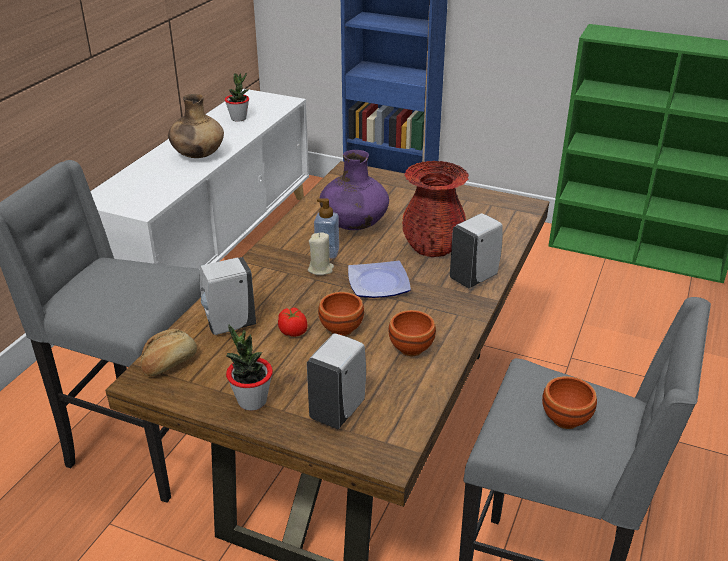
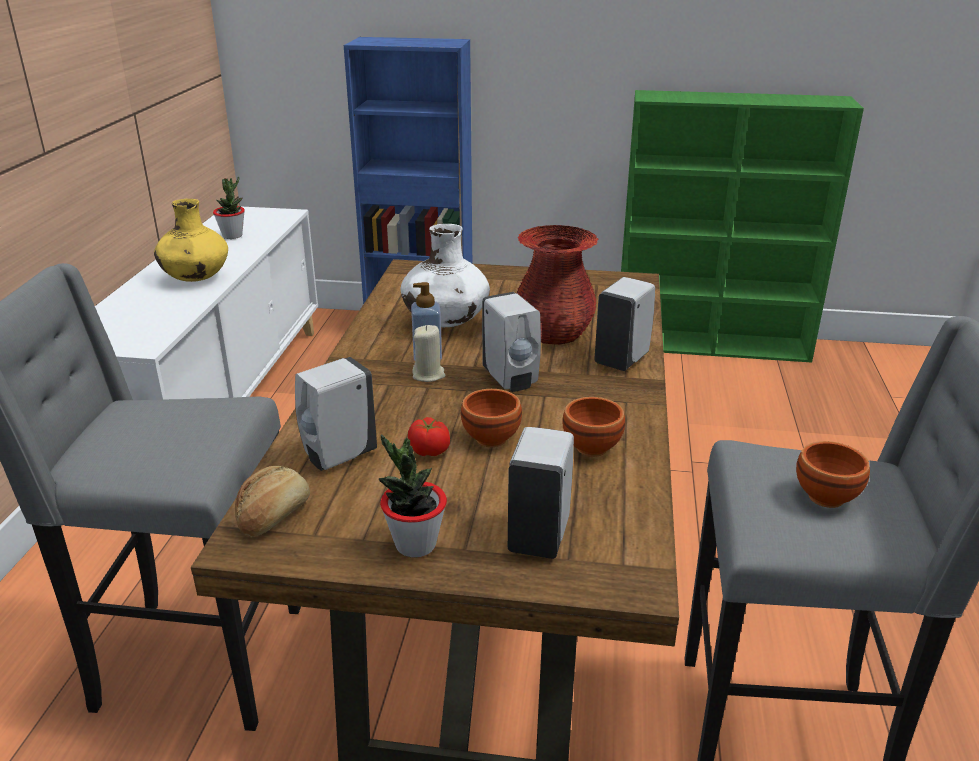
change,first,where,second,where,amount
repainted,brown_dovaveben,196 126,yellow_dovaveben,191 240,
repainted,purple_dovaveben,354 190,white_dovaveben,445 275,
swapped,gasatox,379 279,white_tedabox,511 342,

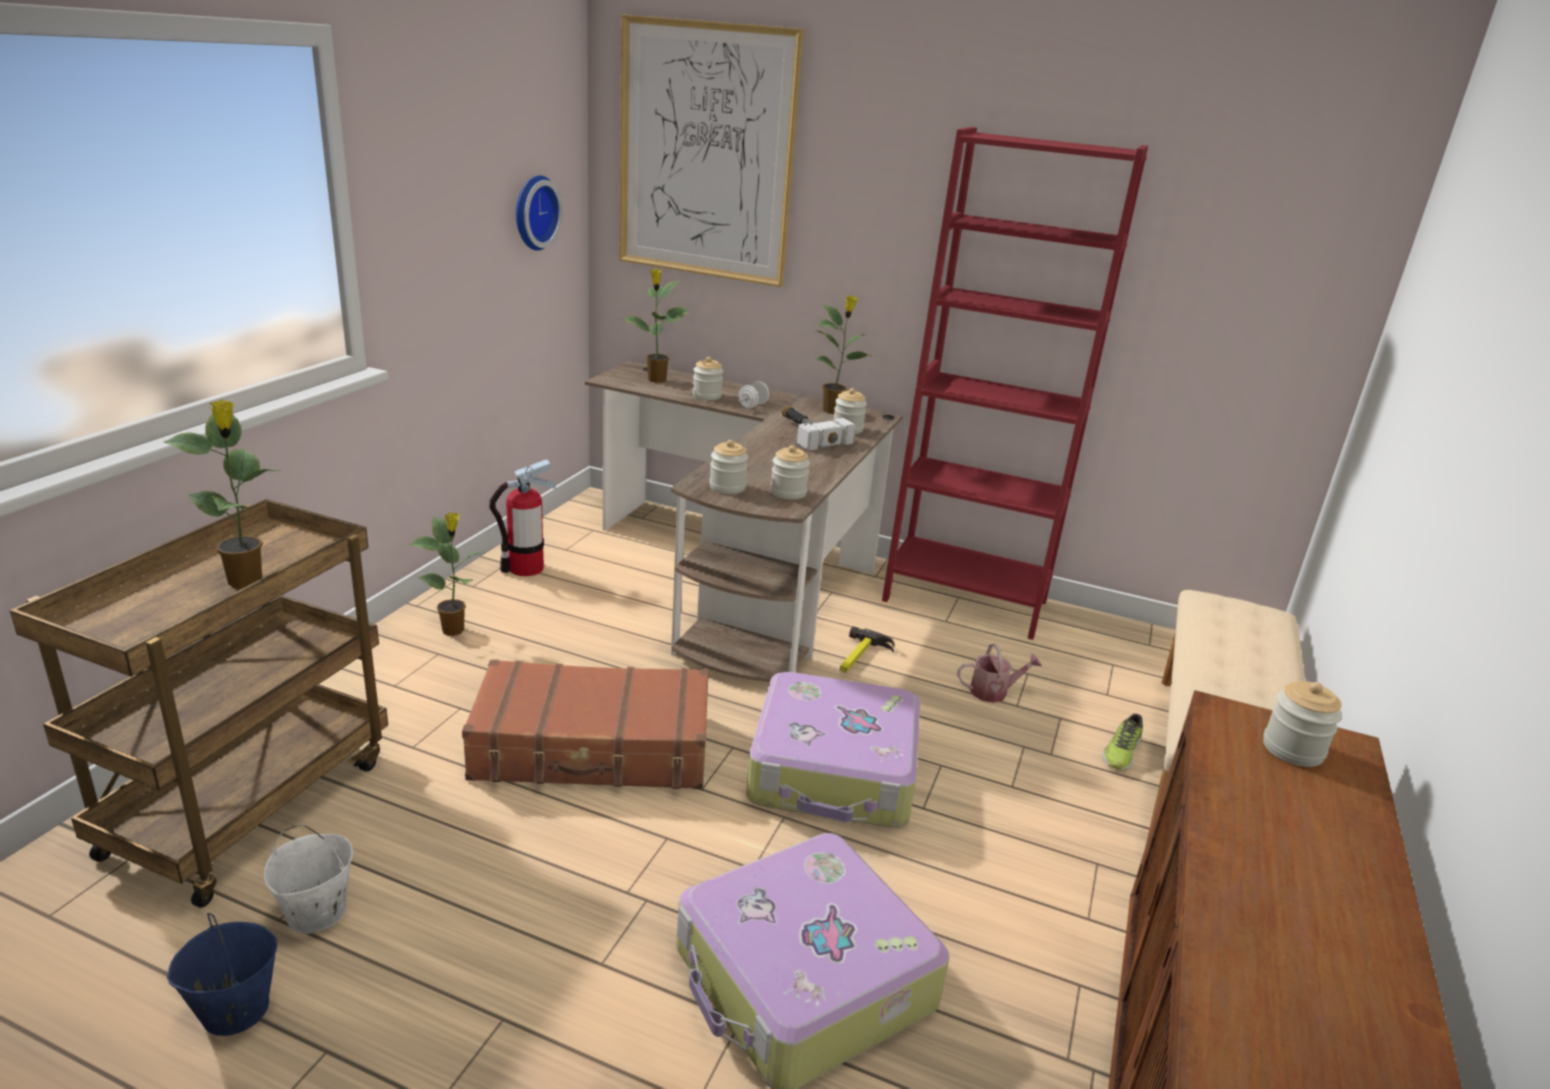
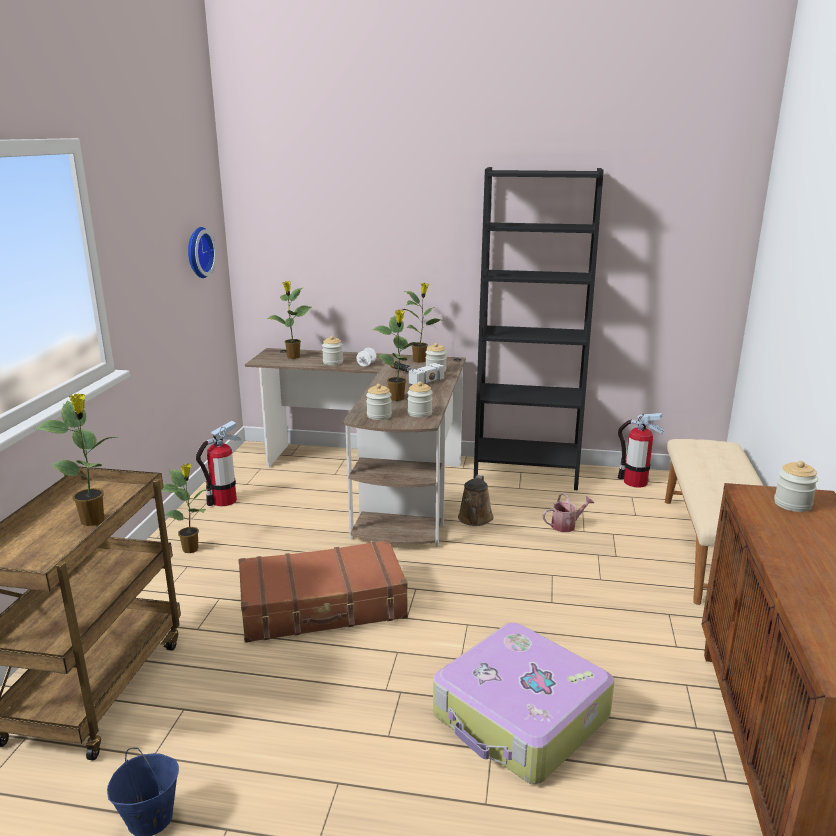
change,first,where,second,where,amount
gone,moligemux,711 150,,,
repainted,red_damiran,1015 383,black_damiran,539 328,
swapped,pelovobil,867 649,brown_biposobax,476 500,
gone,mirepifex,833 750,,,
gone,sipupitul,1122 742,,,
gone,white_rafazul,308 878,,,
new,,,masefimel,394 355,
new,,,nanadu,641 450,

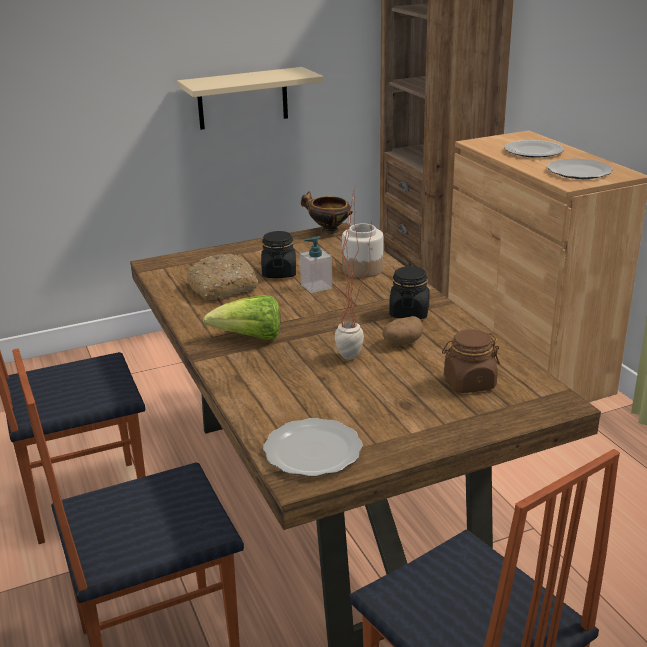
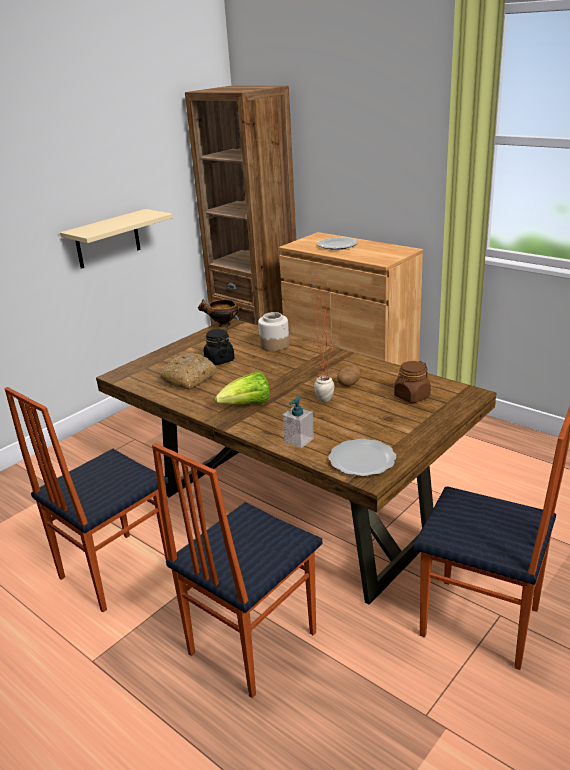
change,first,where,second,where,amount
gone,gasatox,580 168,,,
shifted,tedabox,316 264,,298 422,
gone,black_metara,409 292,,,

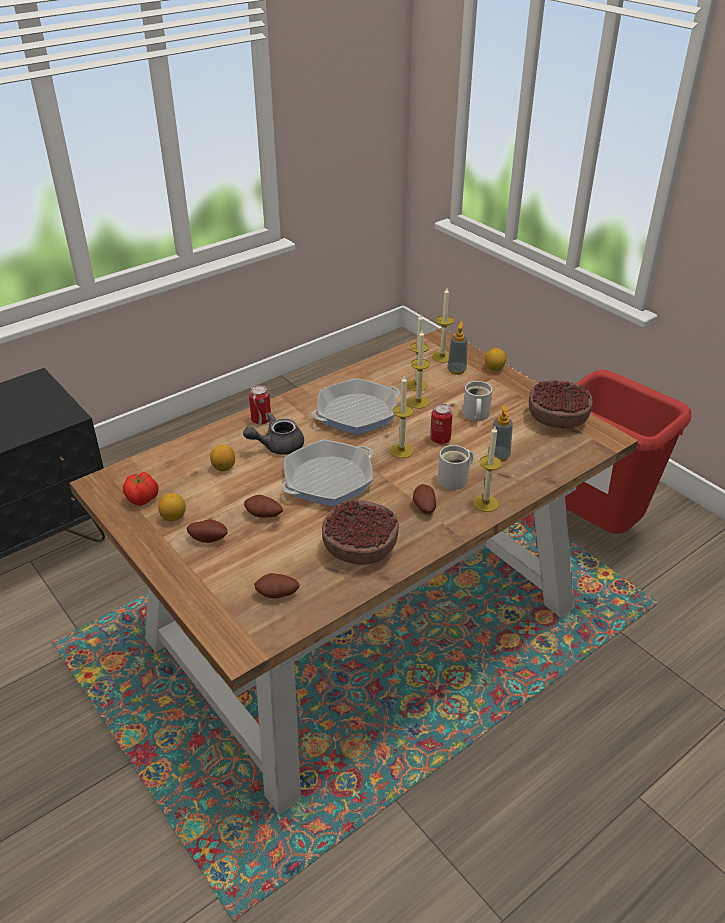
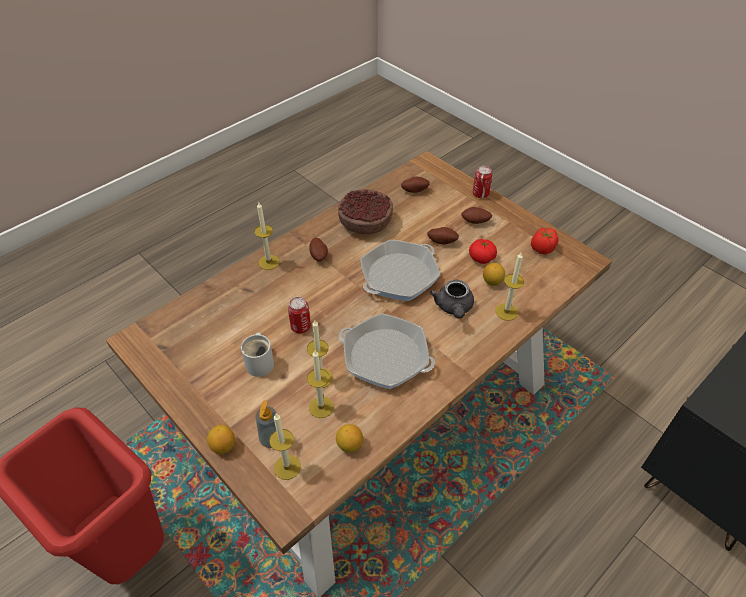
change,first,where,second,where,amount
shifted,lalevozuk,402 416,,510 287,
rotated,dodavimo,356 406,,387 351,120 degrees counterclockwise
gone,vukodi,561 404,,,
shifted,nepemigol,260 404,,482 182,
gone,tedabox,500 433,,,
rotated,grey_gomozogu,273 433,,452 299,120 degrees clockwise
gone,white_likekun,455 467,,,
shifted,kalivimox,172 507,,349 438,
new,,,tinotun,483 251,

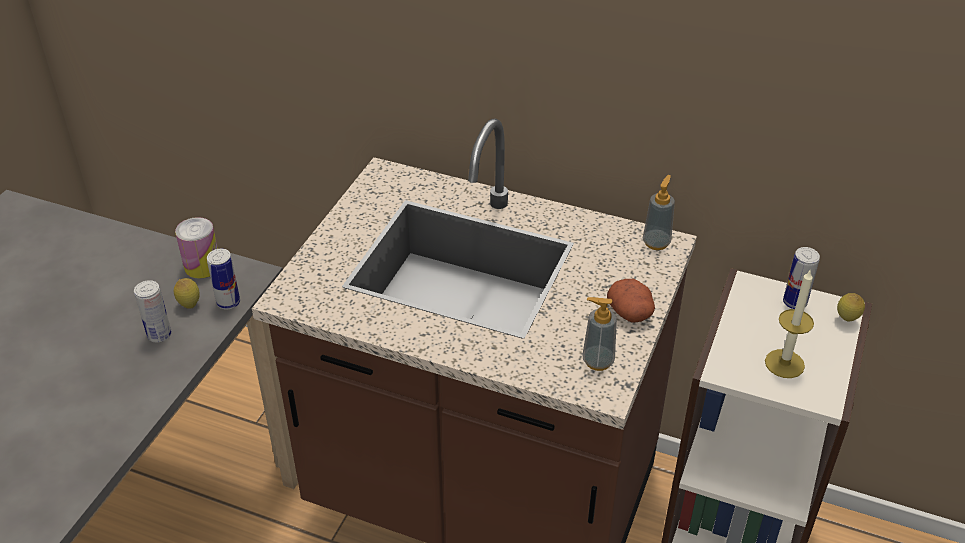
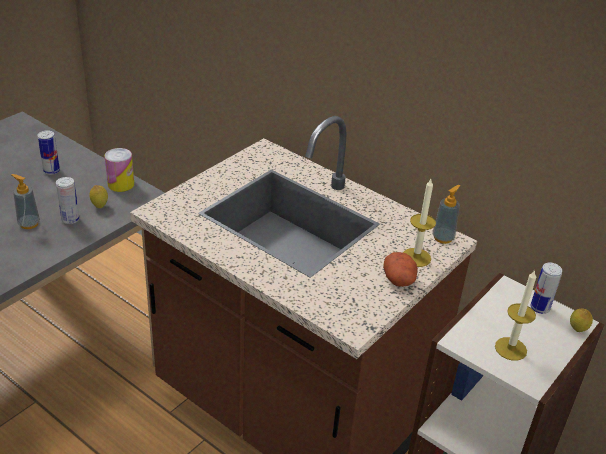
change,first,where,second,where,amount
shifted,nepemigol,223 279,,49 152,
shifted,tedabox,599 334,,25 201,
new,,,lalevozuk,419 223,

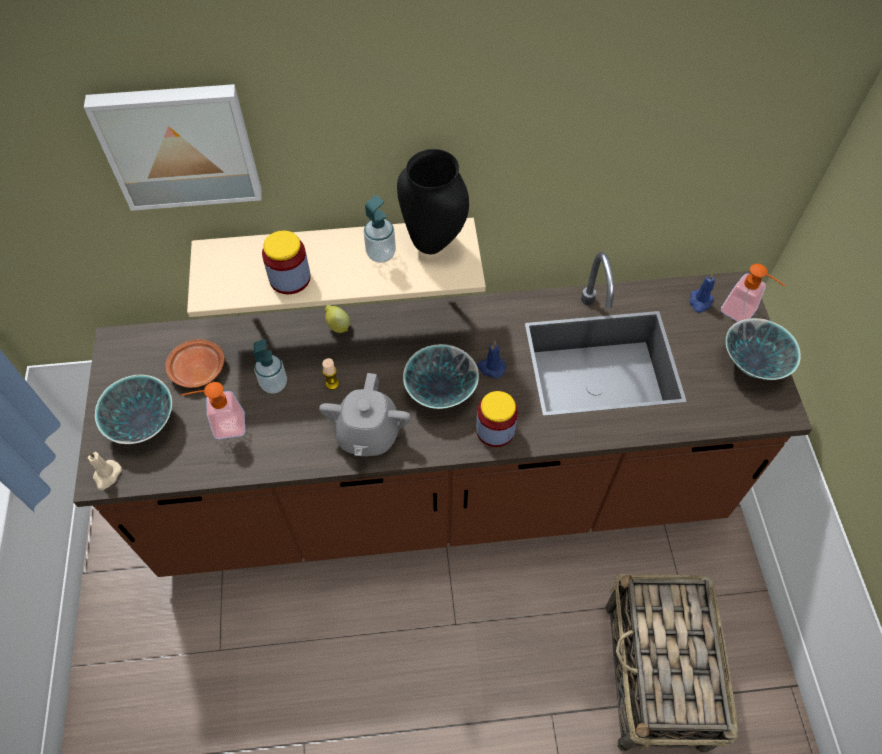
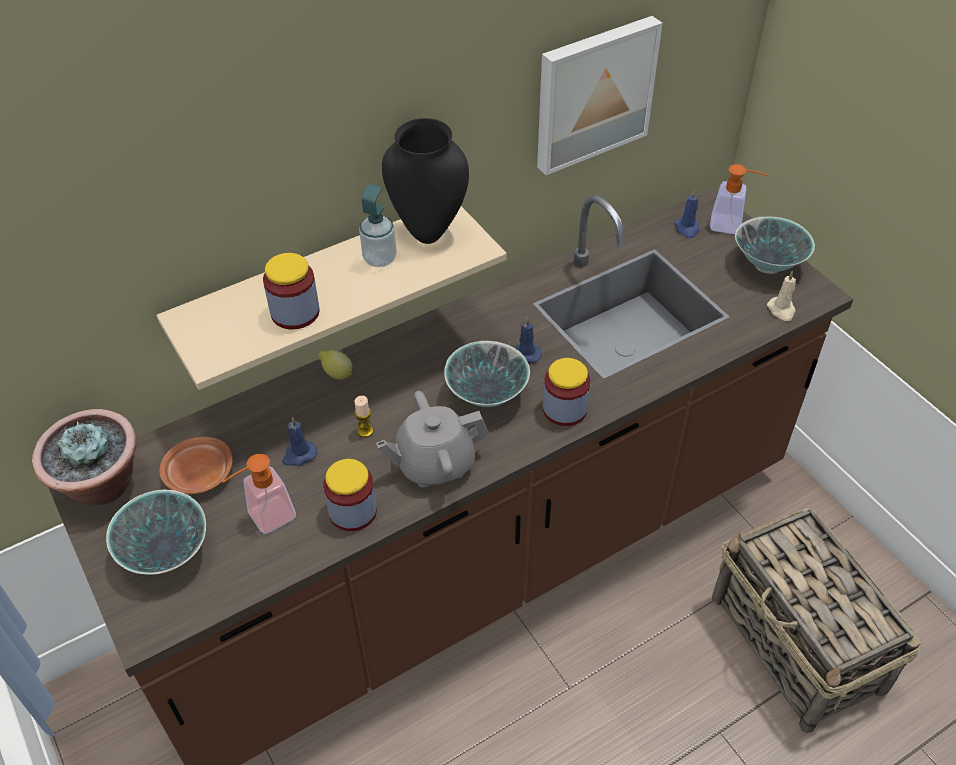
change,first,where,second,where,amount
shifted,moligemux,172 147,,599 95,
swapped,tedabox,270 366,blue_lalevozuk,299 441,
rotated,grey_gomozogu,365 414,,432 439,90 degrees clockwise
shifted,beige_lalevozuk,105 470,,781 296,
new,,,masefimel,84 457,
new,,,metara,350 495,

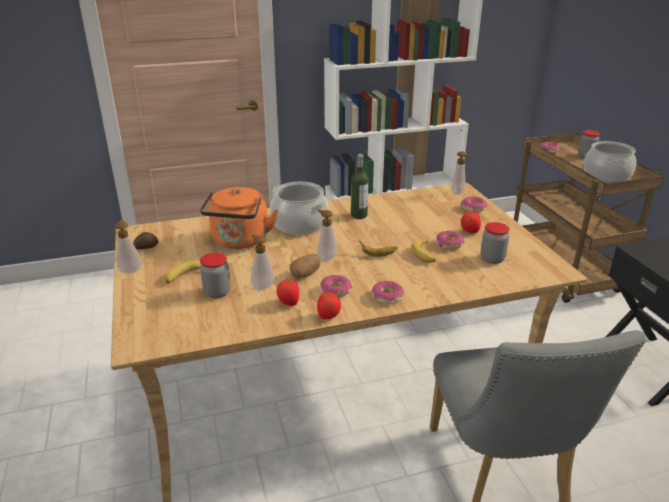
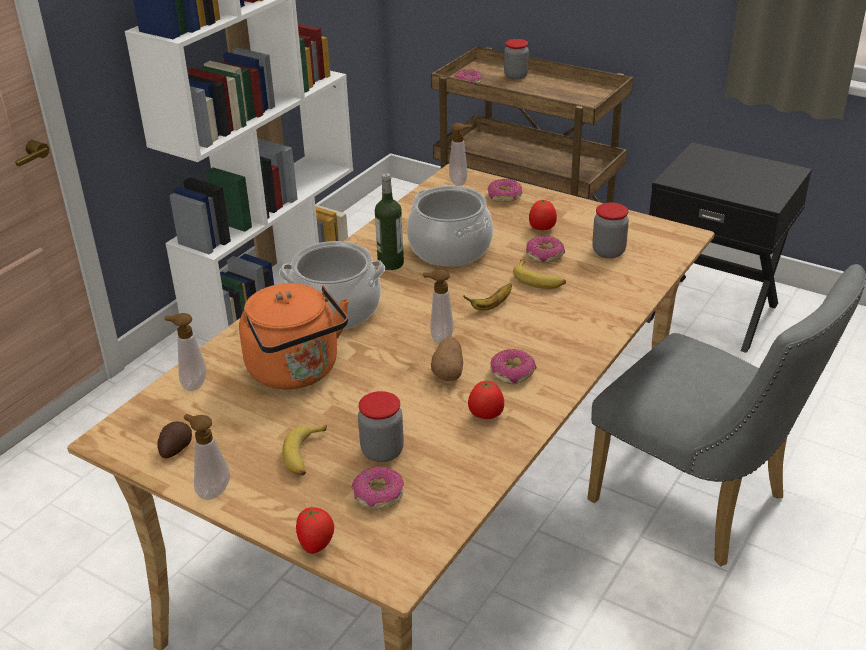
change,first,where,second,where,amount
shifted,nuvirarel,610 162,,450 226,
shifted,tedabox,262 262,,185 352,
shifted,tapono,387 292,,378 487,
shifted,tinotun,329 305,,315 530,

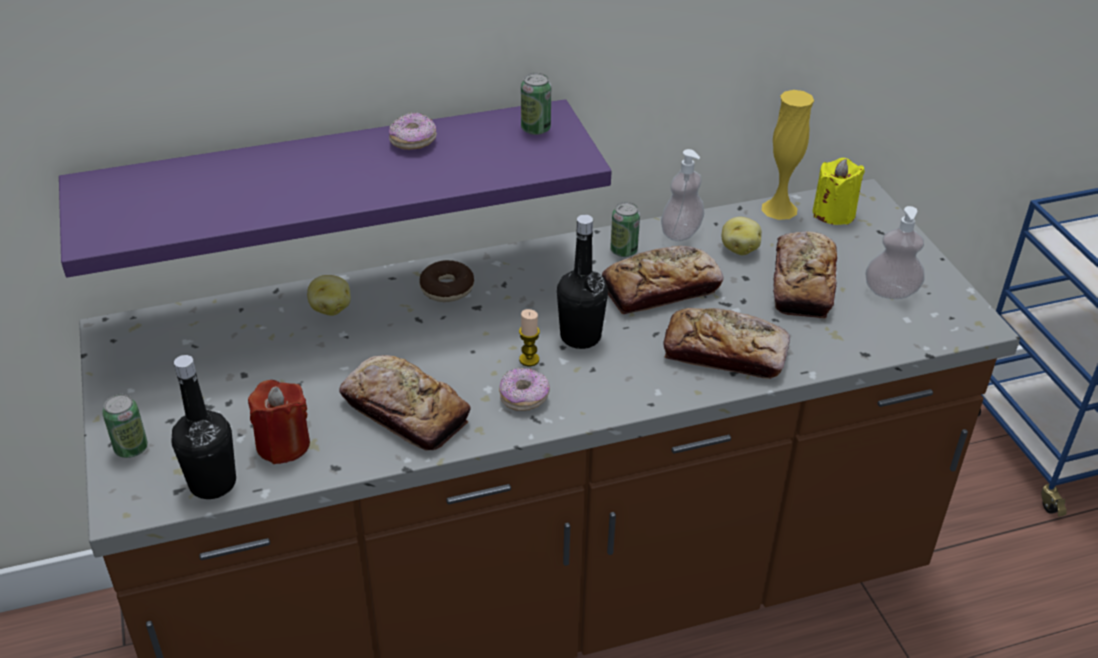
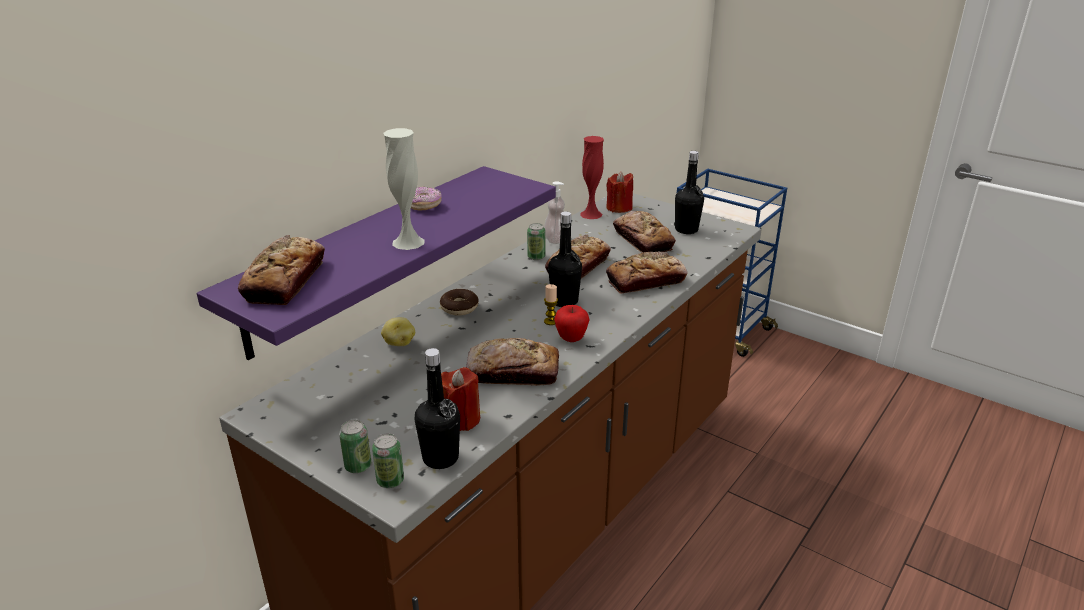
change,first,where,second,where,amount
shifted,nepemigol,536 104,,388 461,
repainted,yellow_dovaveben,788 155,red_dovaveben,592 177,
repainted,yellow_lalevozuk,839 191,red_lalevozuk,619 192,
swapped,tedabox,894 252,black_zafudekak,689 192,
gone,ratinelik,742 236,,,
swapped,tapono,524 389,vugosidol,572 323,
new,,,white_dovaveben,404 189,
new,,,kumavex,281 270,

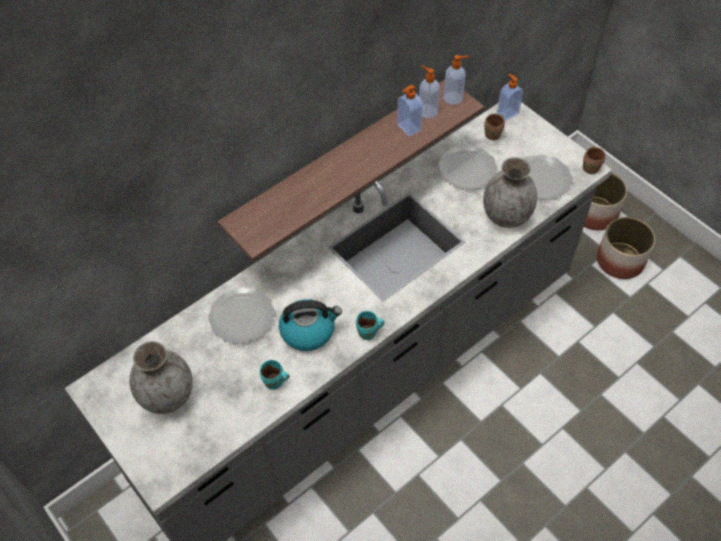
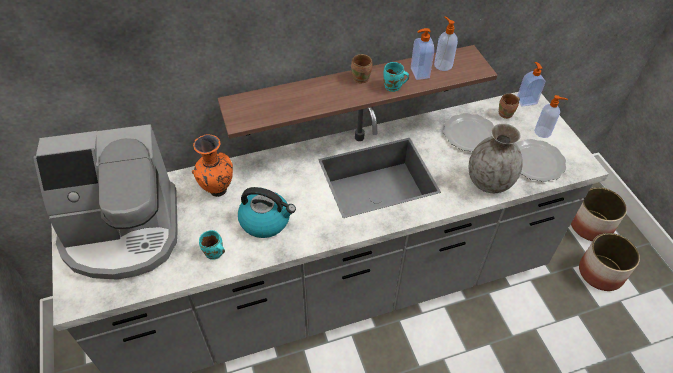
change,first,where,second,where,amount
shifted,tedabox,456 80,,551 116,
shifted,brown_likekun,594 160,,361 68,
swapped,gasatox,242 315,orange_dovaveben,212 165,
shifted,turquoise_likekun,370 325,,396 77,
swapped,grey_dovaveben,161 377,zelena,105 202,

